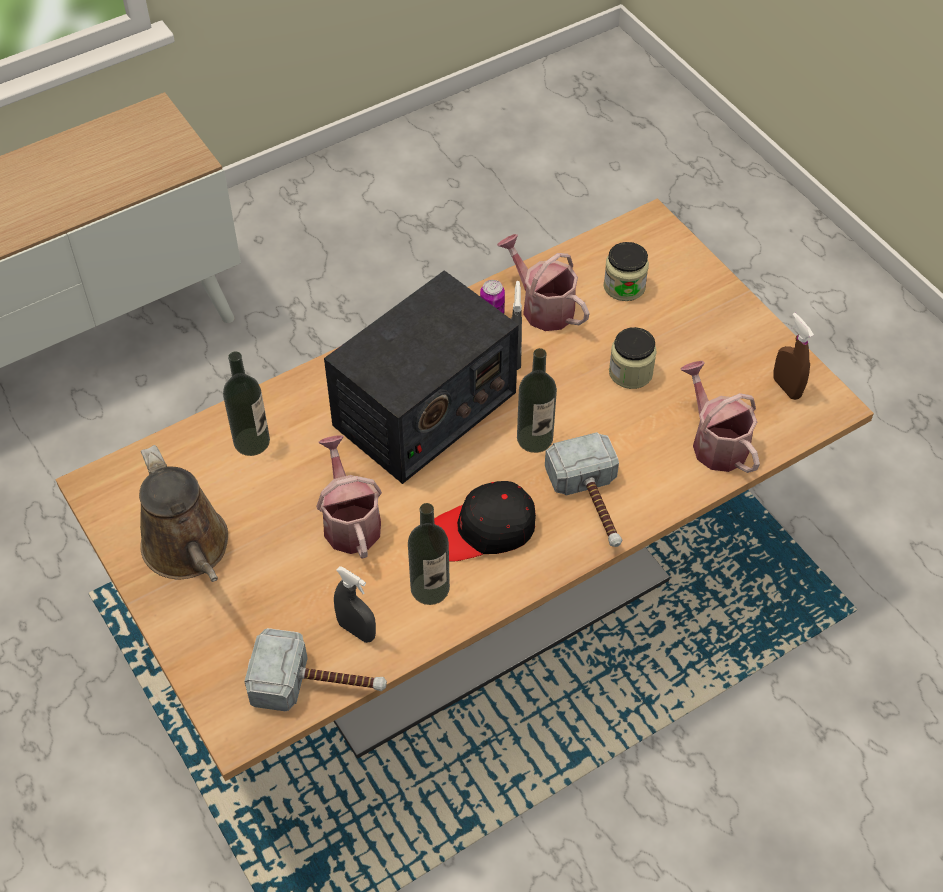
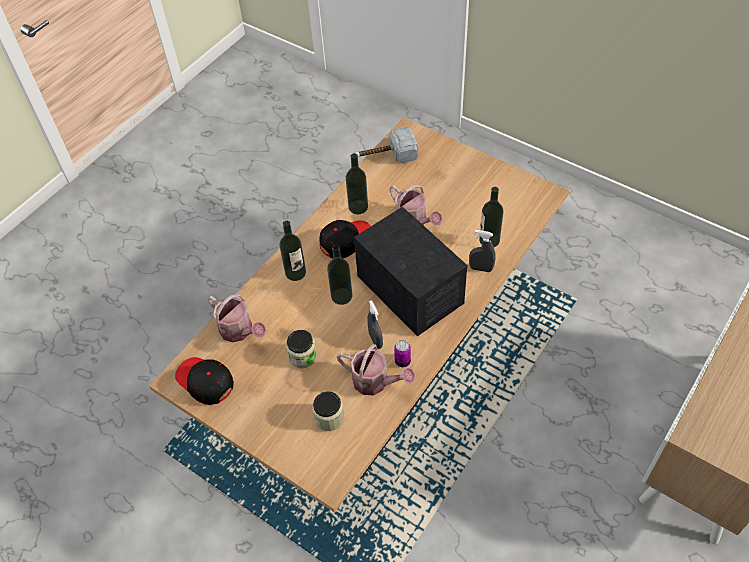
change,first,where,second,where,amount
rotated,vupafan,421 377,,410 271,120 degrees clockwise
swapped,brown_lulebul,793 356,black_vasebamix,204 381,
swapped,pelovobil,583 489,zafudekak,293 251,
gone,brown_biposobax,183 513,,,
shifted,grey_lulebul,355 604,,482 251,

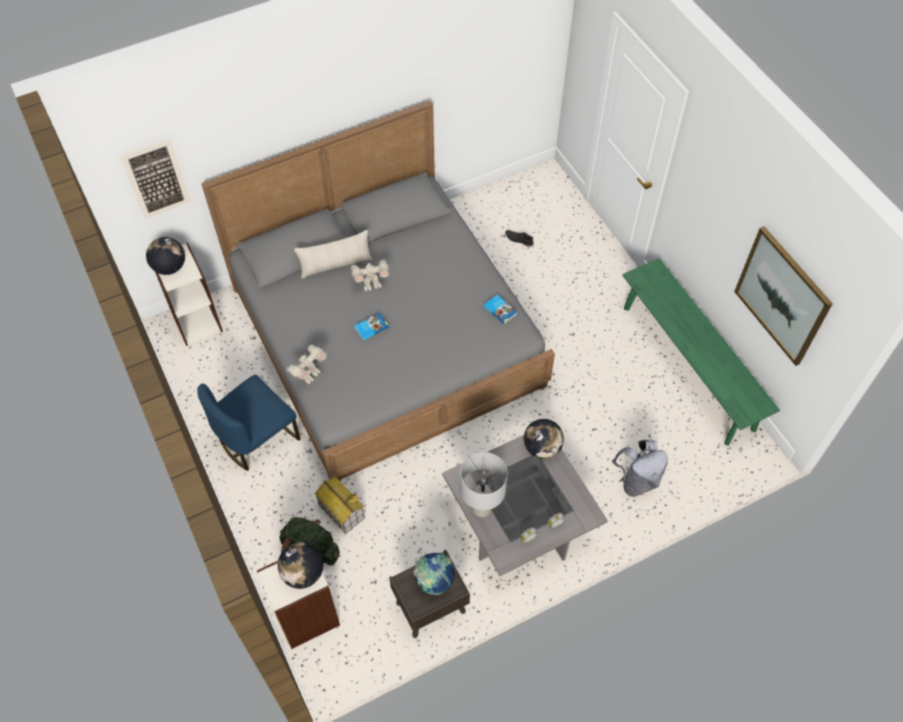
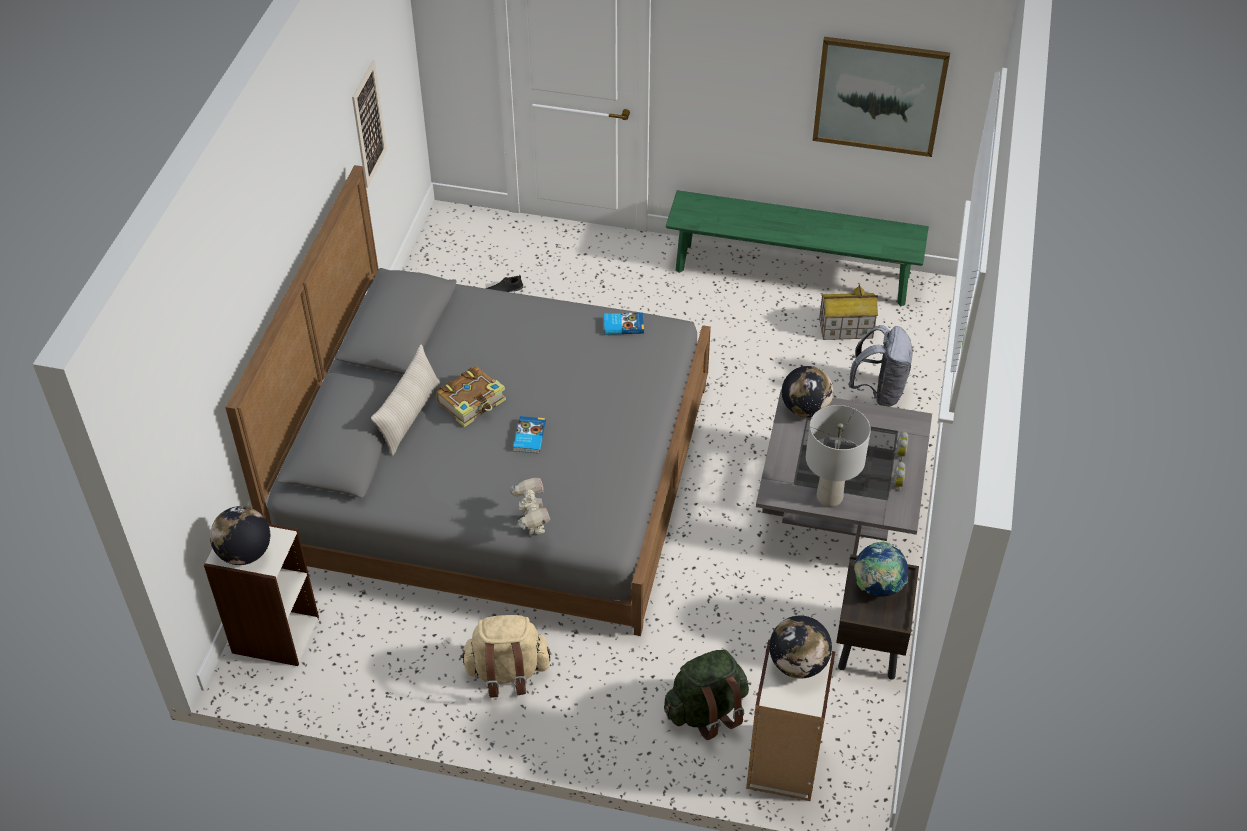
change,first,where,second,where,amount
shifted,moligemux,155 179,,369 124,
swapped,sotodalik,370 275,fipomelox,471 396,
swapped,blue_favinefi,249 423,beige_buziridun,505 656,
shifted,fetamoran,340 505,,848 312,

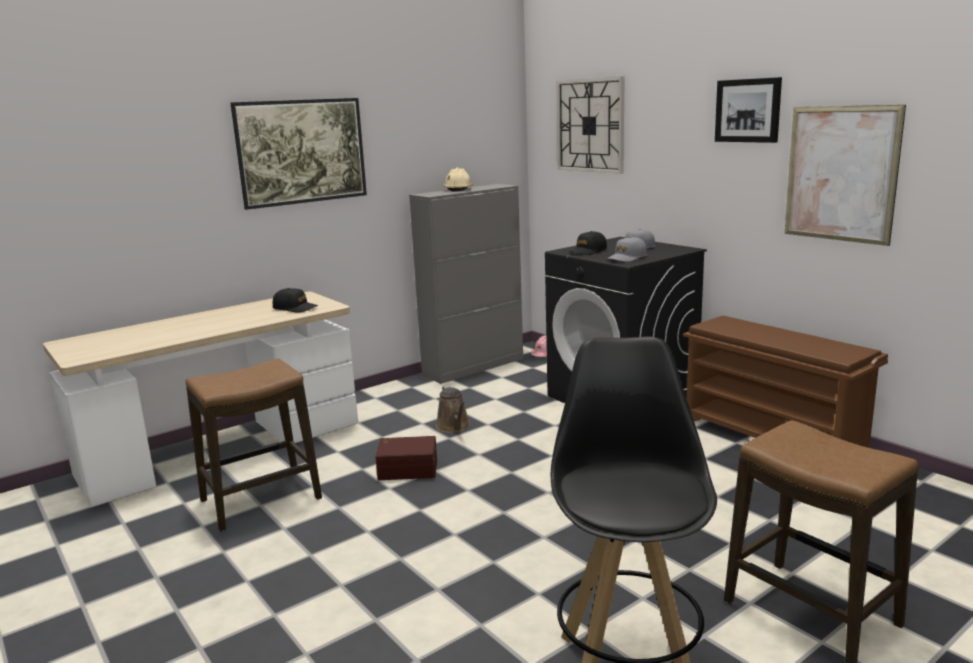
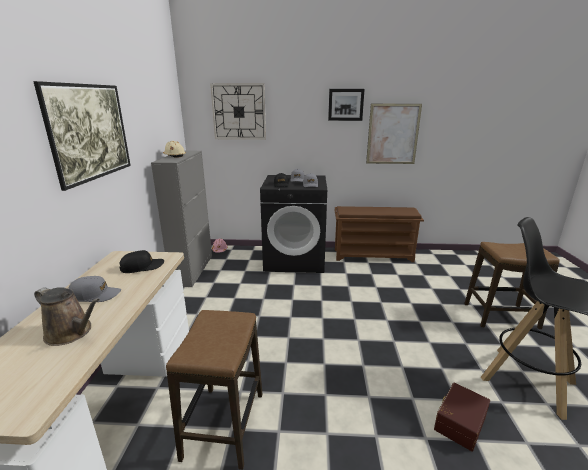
change,first,where,second,where,amount
shifted,brown_biposobax,453 409,,67 316,
shifted,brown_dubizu,406 458,,462 417,
new,,,grey_vasebamix,94 289,

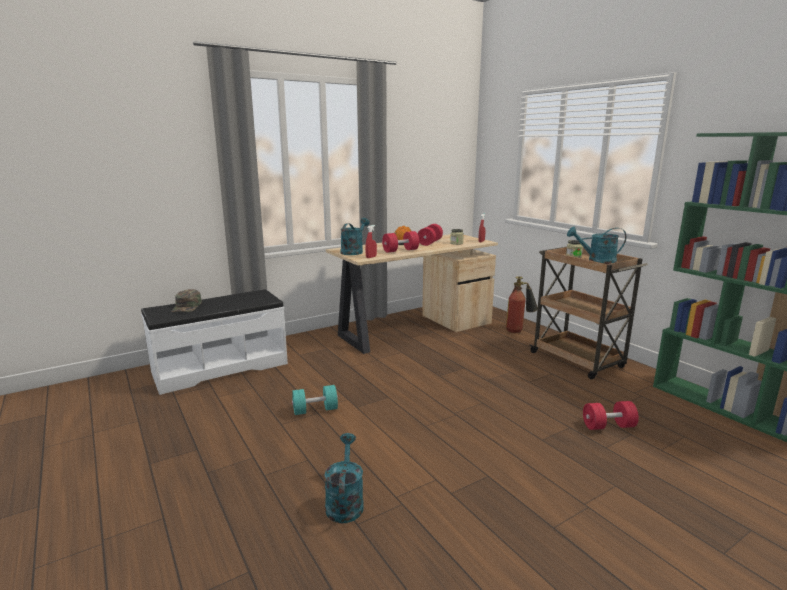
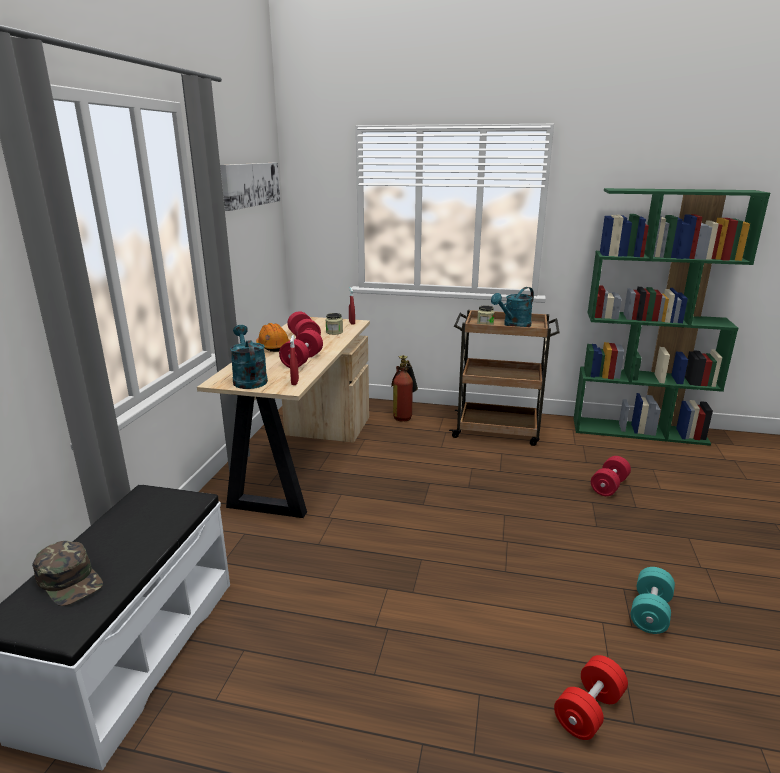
change,first,where,second,where,amount
shifted,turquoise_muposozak,315 400,,653 600,
swapped,turquoise_biposobax,344 478,red_muposozak,591 697,
new,,,moligemux,250 187,

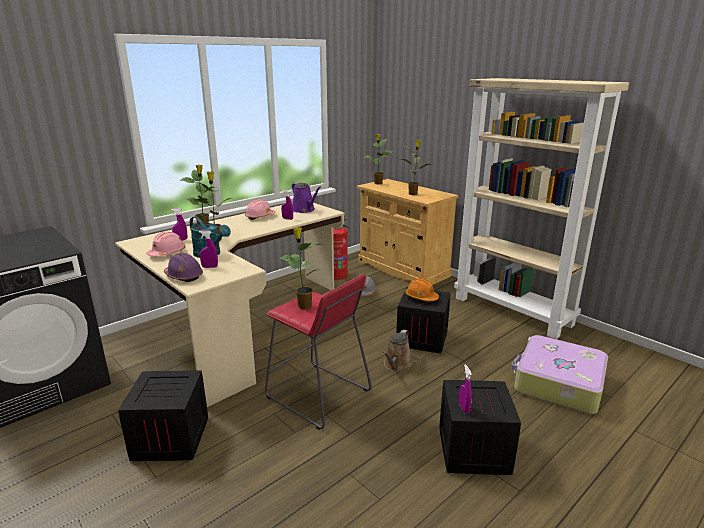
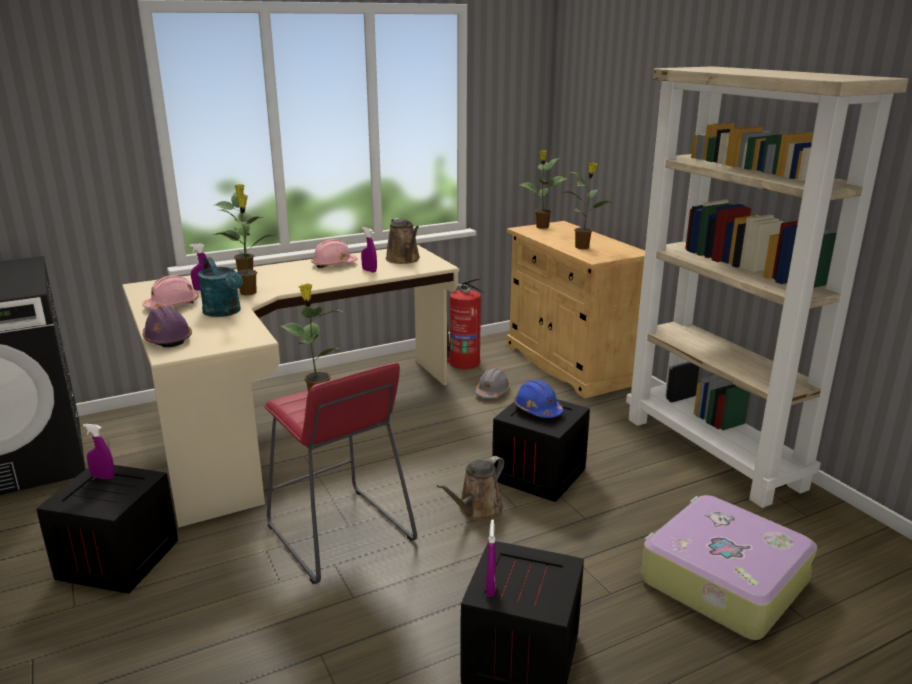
change,first,where,second,where,amount
repainted,purple_biposobax,306 198,brown_biposobax,402 241,
shifted,purple_lulebul,208 249,,99 451,
repainted,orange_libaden,422 289,blue_libaden,539 399,

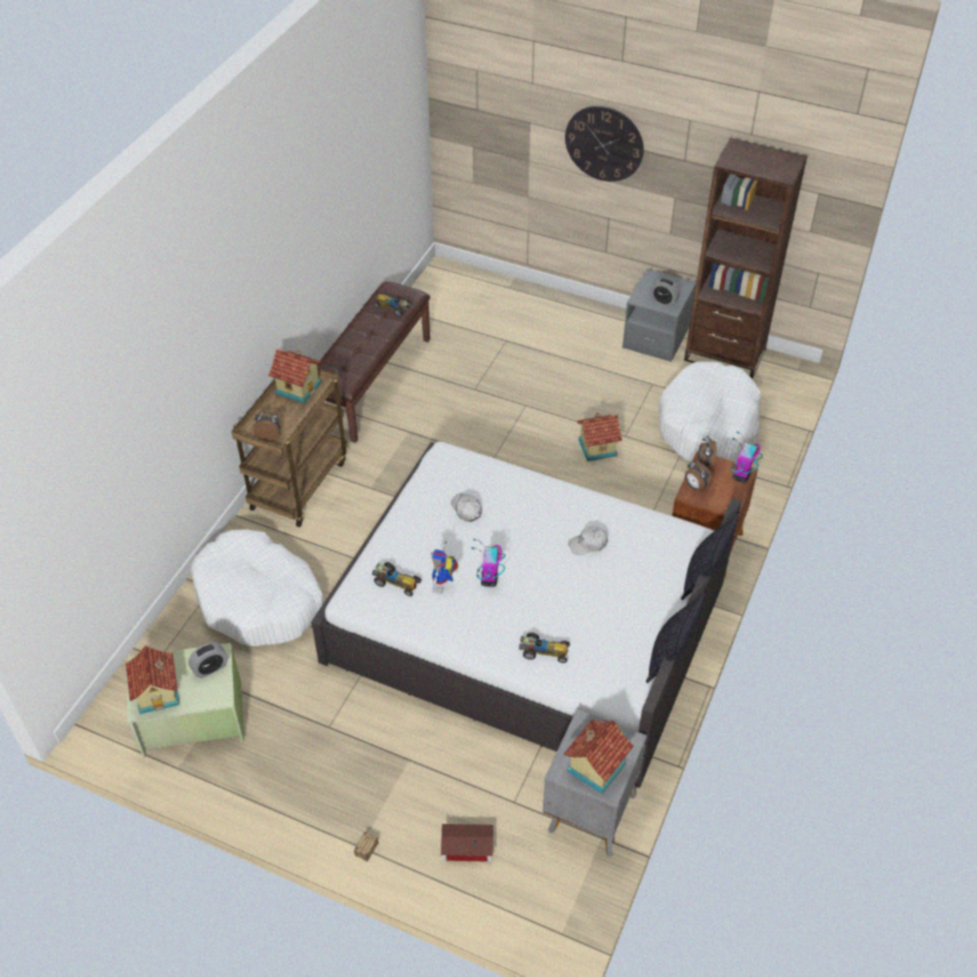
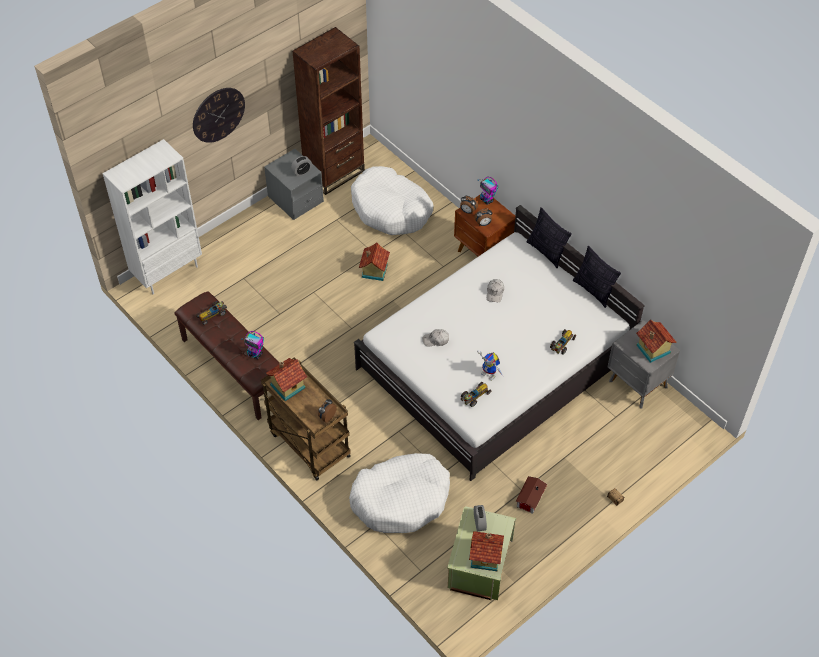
change,first,where,second,where,amount
shifted,sotodalik,489 563,,252 345,
shifted,fetamoran,467 843,,531 495,
new,,,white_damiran,152 216,

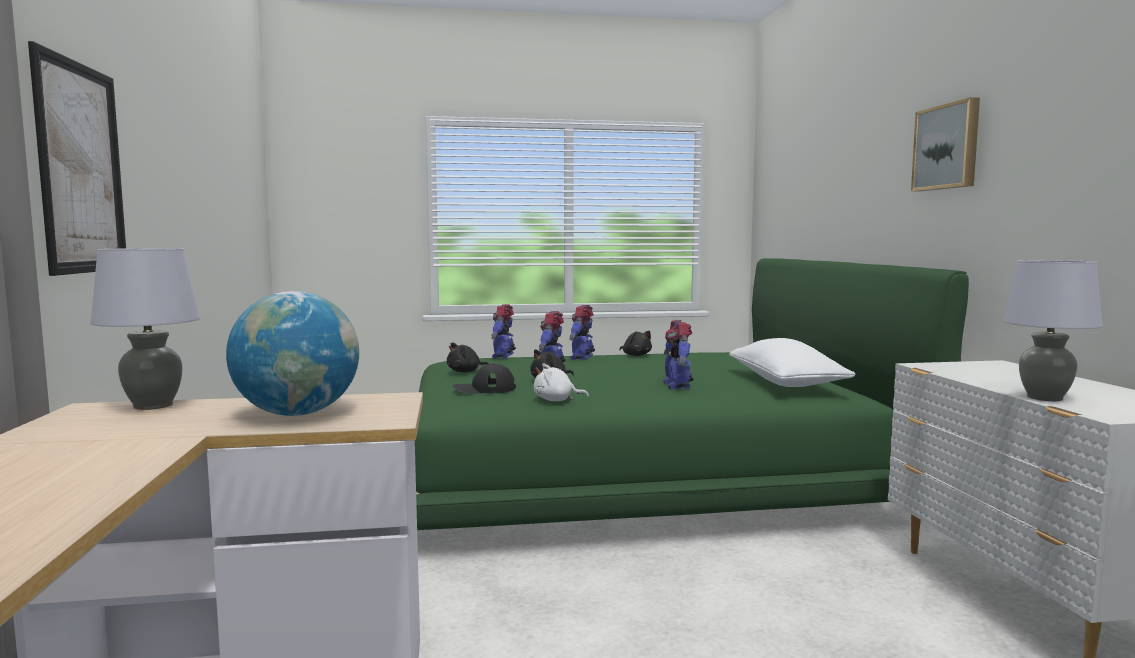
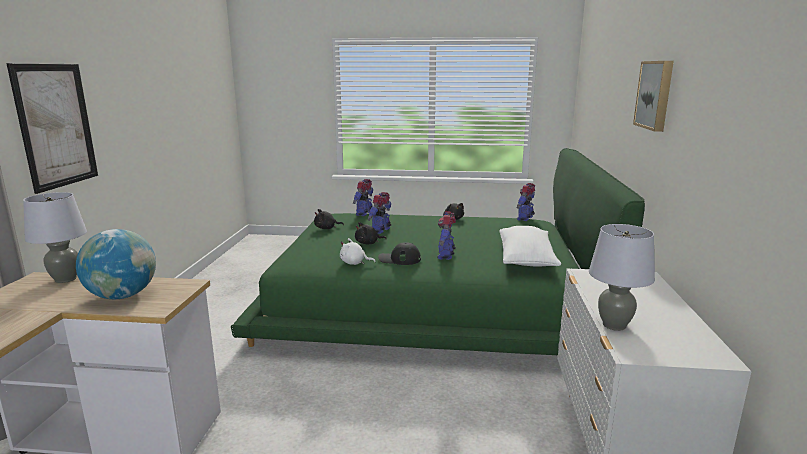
change,first,where,second,where,amount
shifted,sotodalik,582 332,,526 202,
shifted,black_vasebamix,484 378,,399 253,

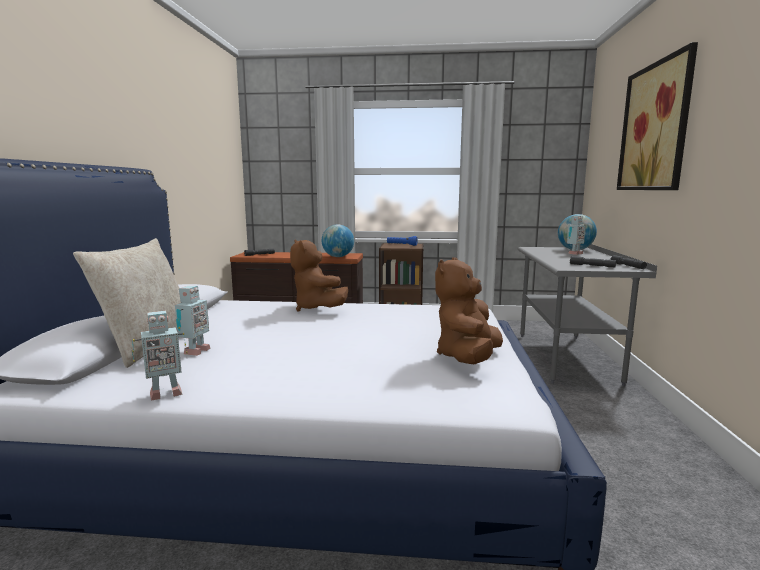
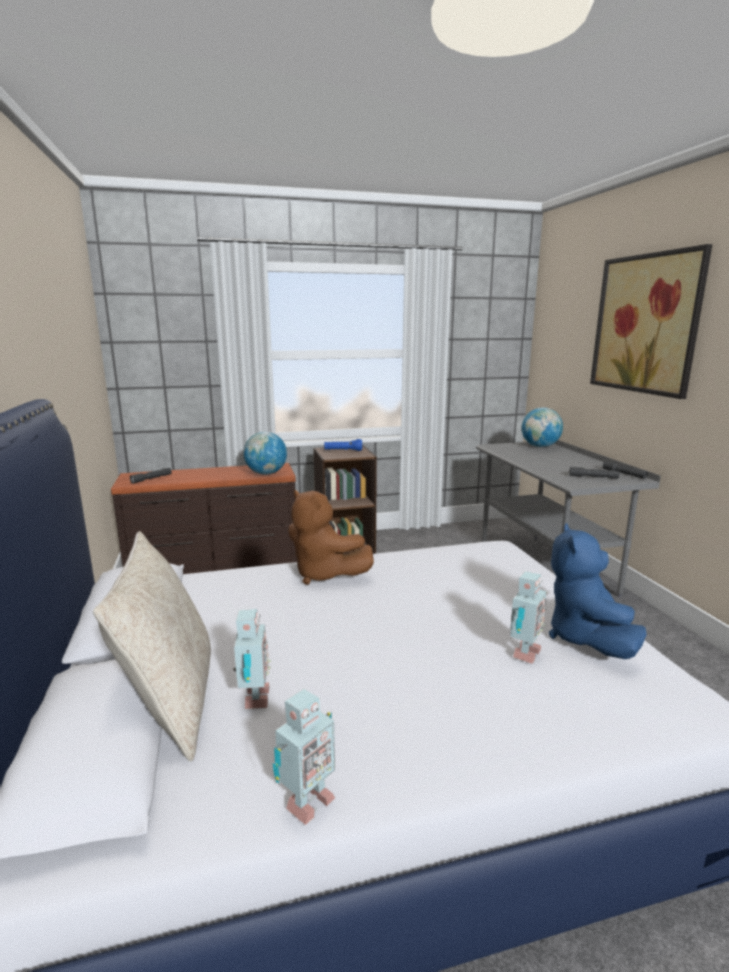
change,first,where,second,where,amount
shifted,sotodalik,576 235,,528 617,
repainted,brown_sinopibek,469 310,blue_sinopibek,598 591,

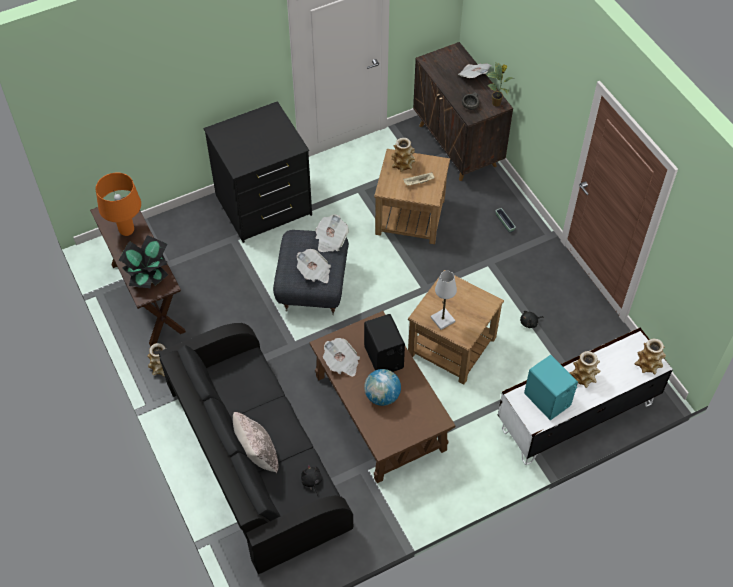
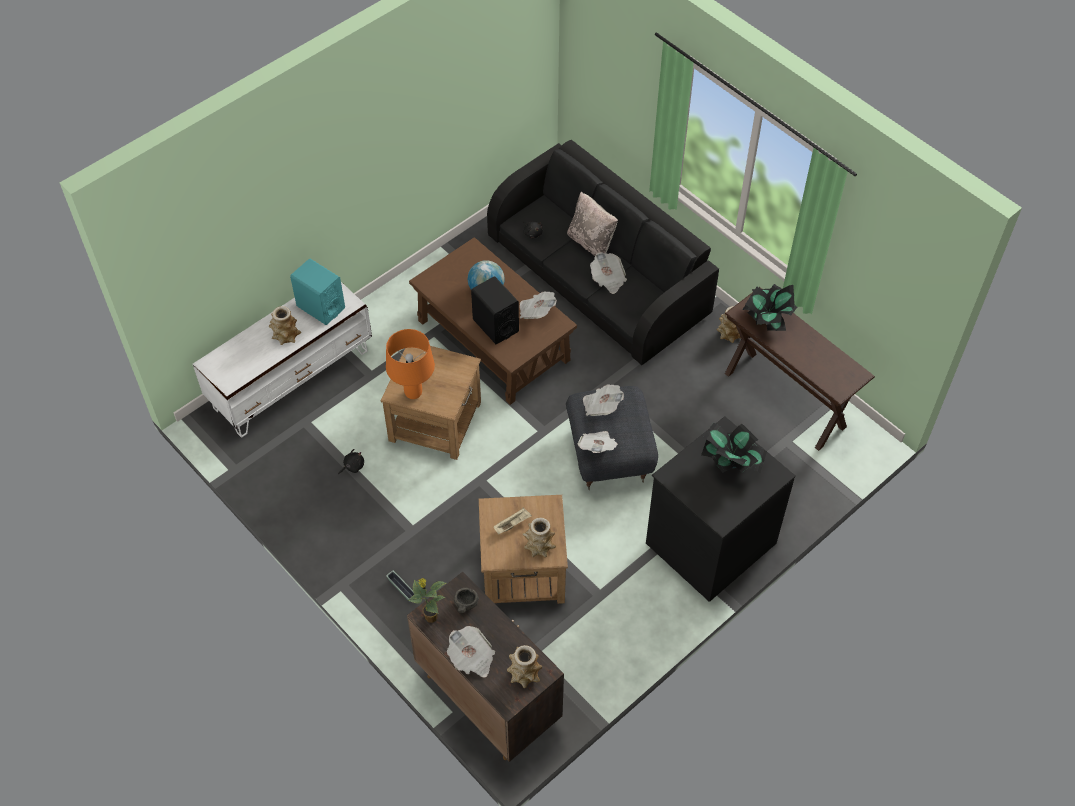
change,first,where,second,where,amount
shifted,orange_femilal,118 204,,410 364,
gone,white_femilal,444 300,,,
shifted,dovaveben,650 356,,524 666,
new,,,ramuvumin,608 273,
new,,,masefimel,734 448,

